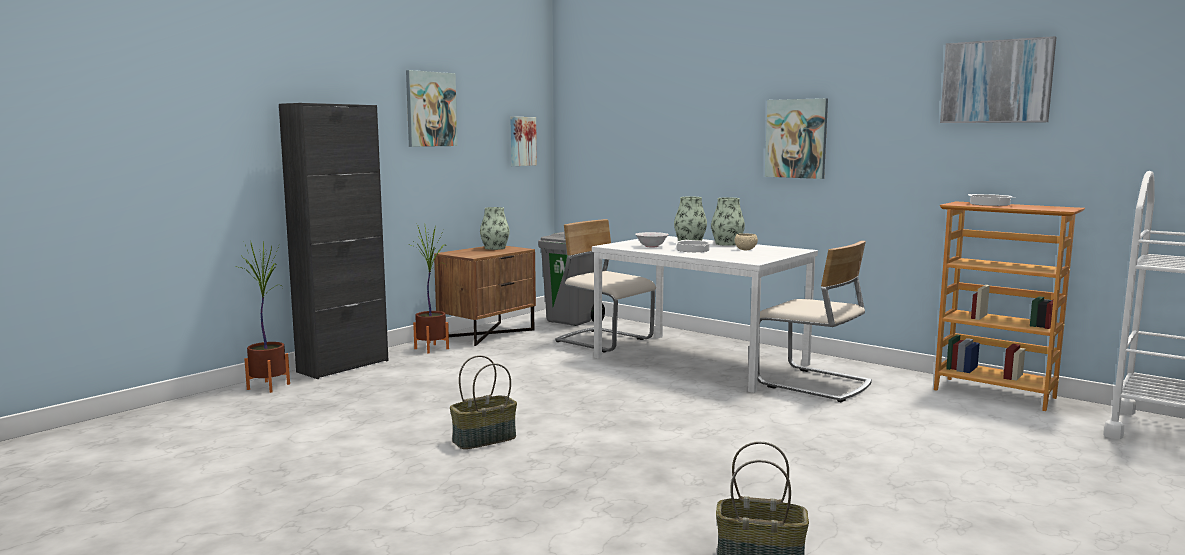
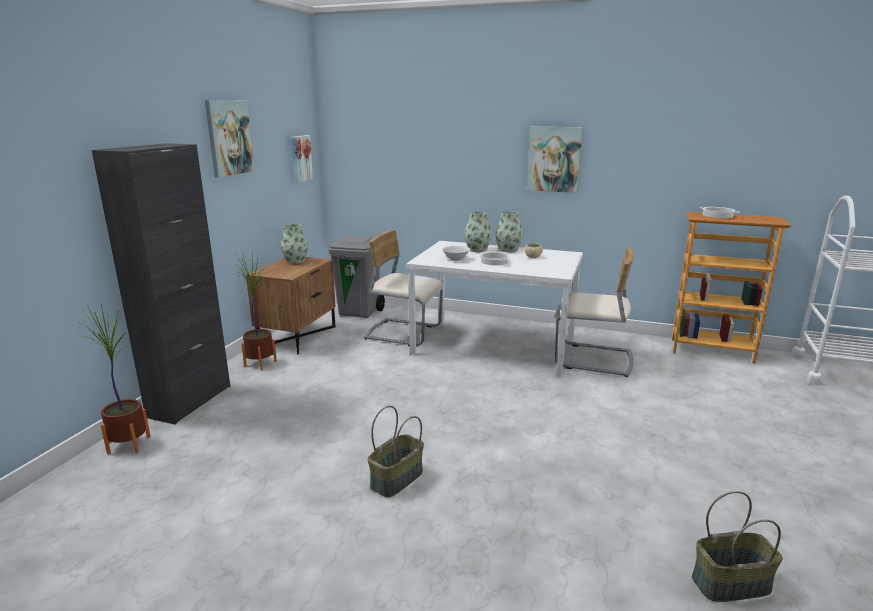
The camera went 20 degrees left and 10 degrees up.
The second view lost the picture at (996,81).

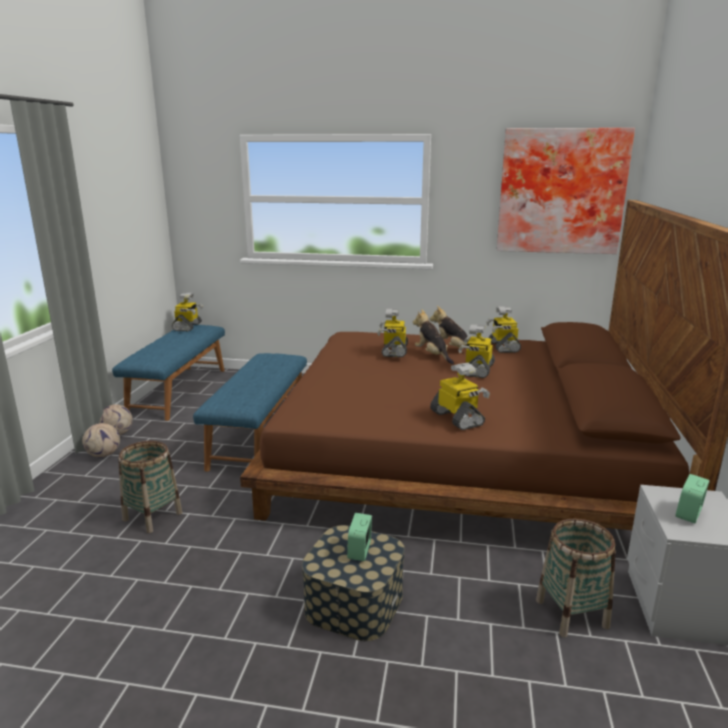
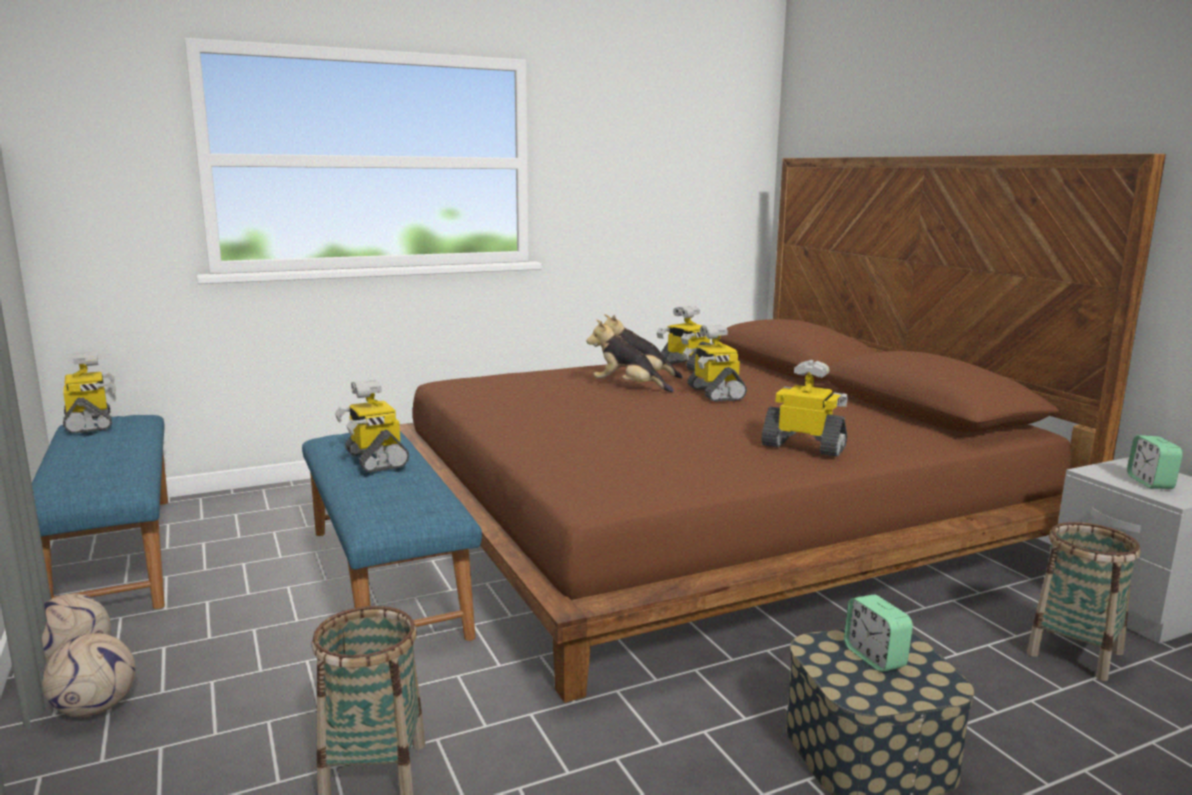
The camera went 35 degrees left and 5 degrees down.
The second view lost the picture at (561,191).
The toy robot ended up elsewhere, having gone from (394,351) to (374,459).

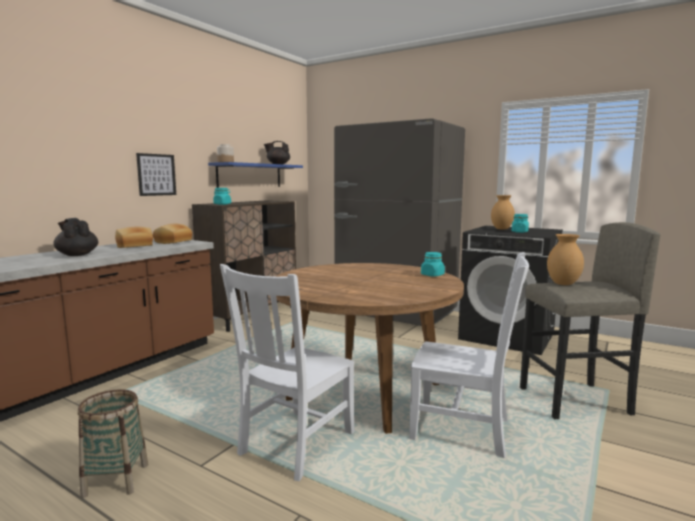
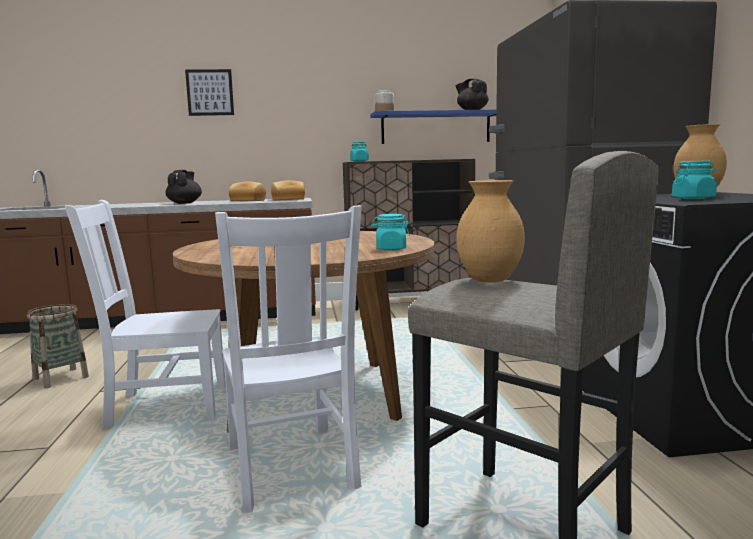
The camera went 50 degrees right and 0 degrees up.
The picture ended up elsewhere, having gone from (156,174) to (210,92).

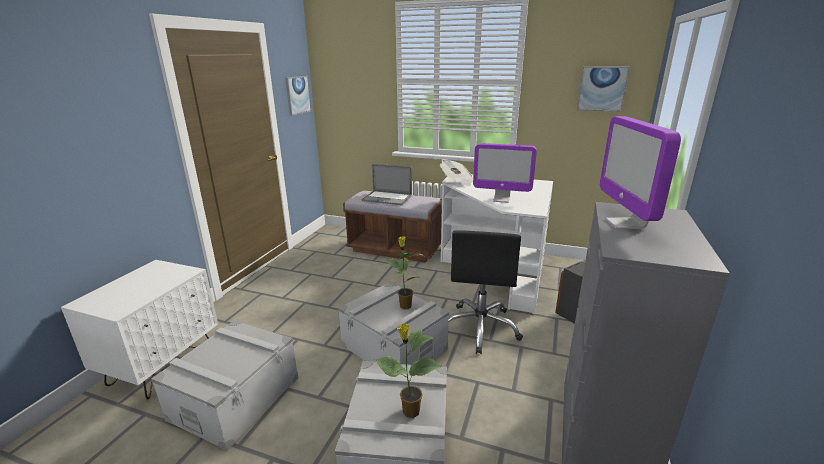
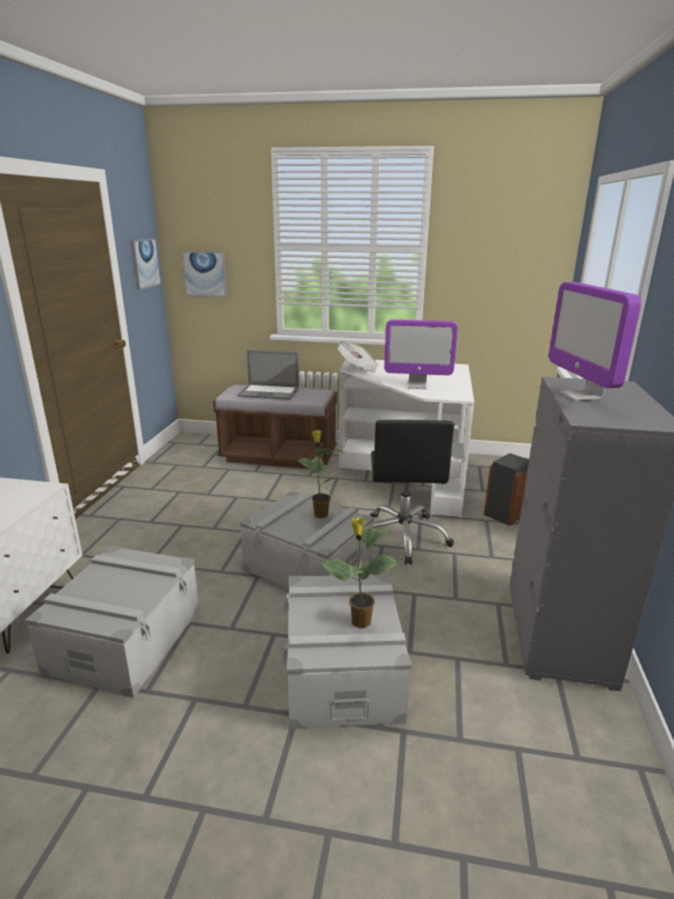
The camera went 10 degrees left and 0 degrees up.
The picture ended up elsewhere, having gone from (602,88) to (205,274).

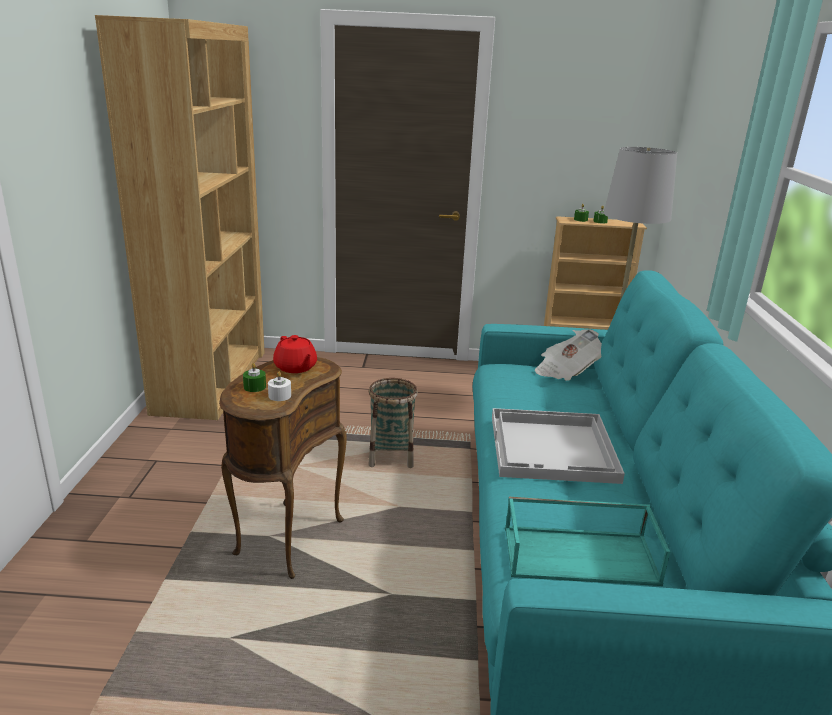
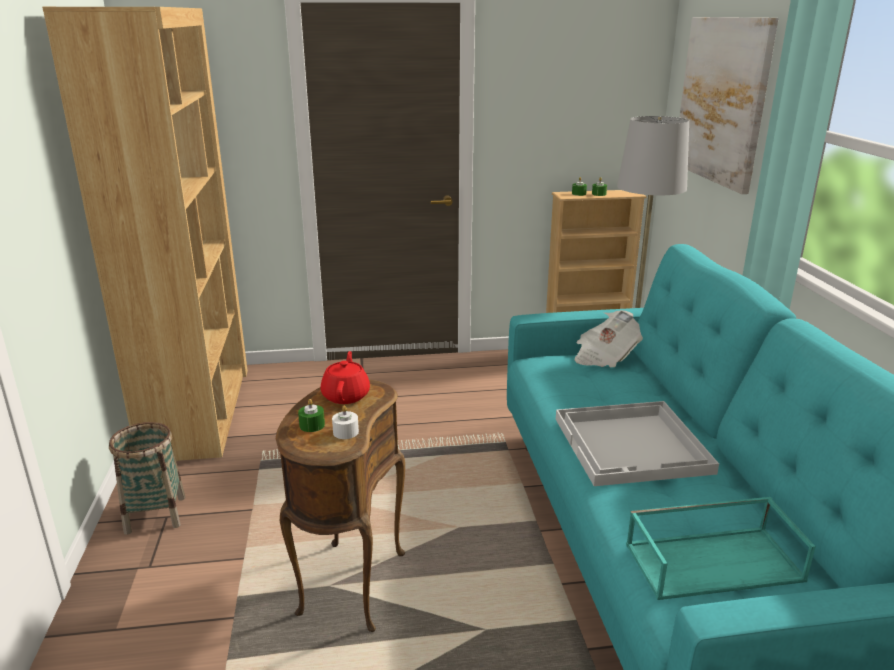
The camera went 10 degrees left and 0 degrees up.
The second view gained the picture at (722,100).
The basket ended up elsewhere, having gone from (391,456) to (156,514).
The red teapot at (295,367) ended up facing another way, 135 degrees counterclockwise from before.

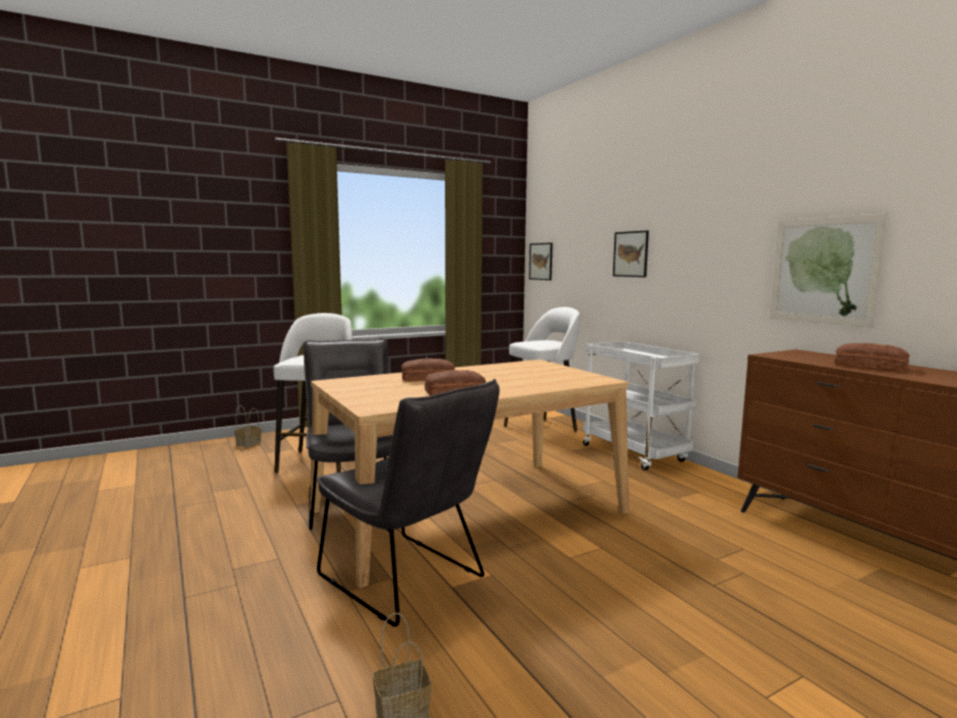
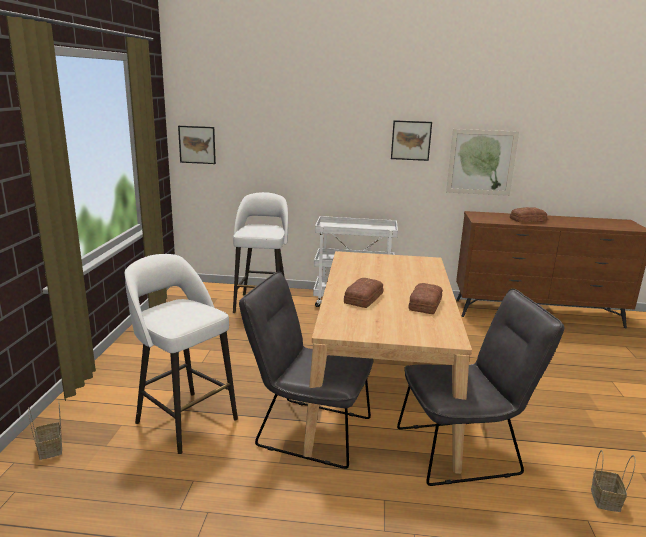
The camera went 55 degrees left and 10 degrees up.
The picture ended up elsewhere, having gone from (630,254) to (411,140).

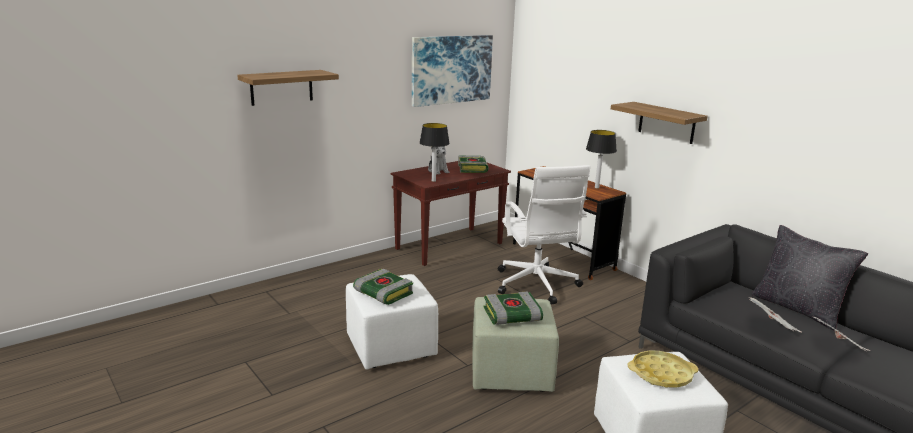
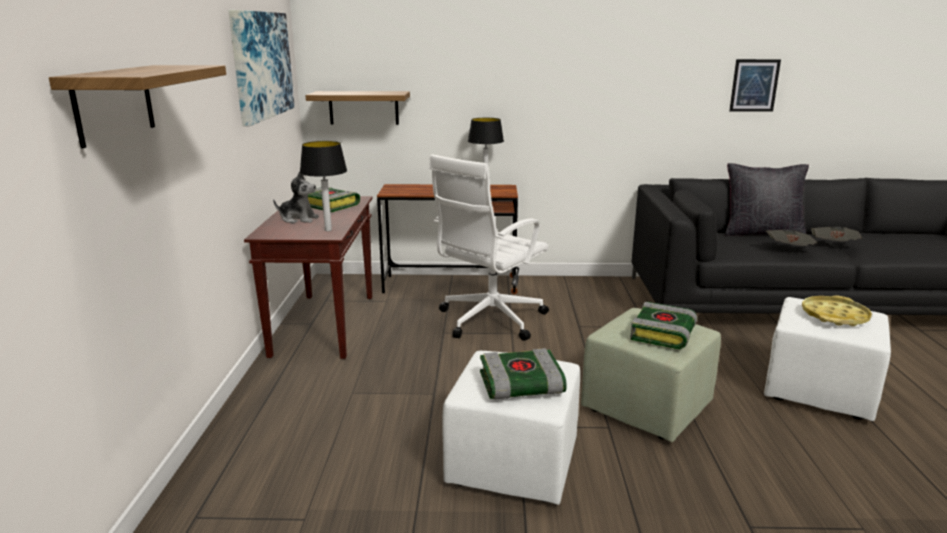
The camera went 50 degrees left and 0 degrees up.
The second view gained the picture at (754,85).
The shelf ended up elsewhere, having gone from (666,123) to (363,107).
The white office chair at (536,285) ended up facing another way, 105 degrees clockwise from before.

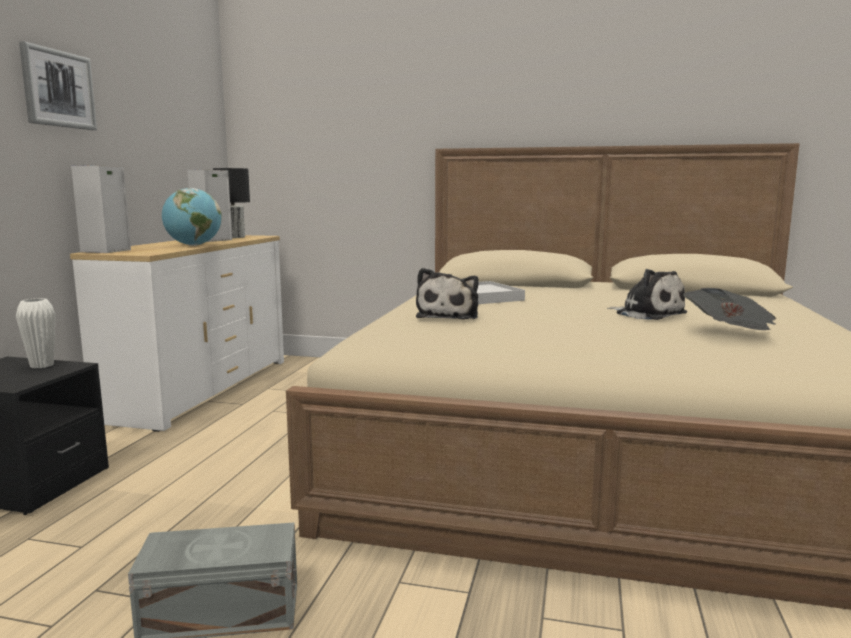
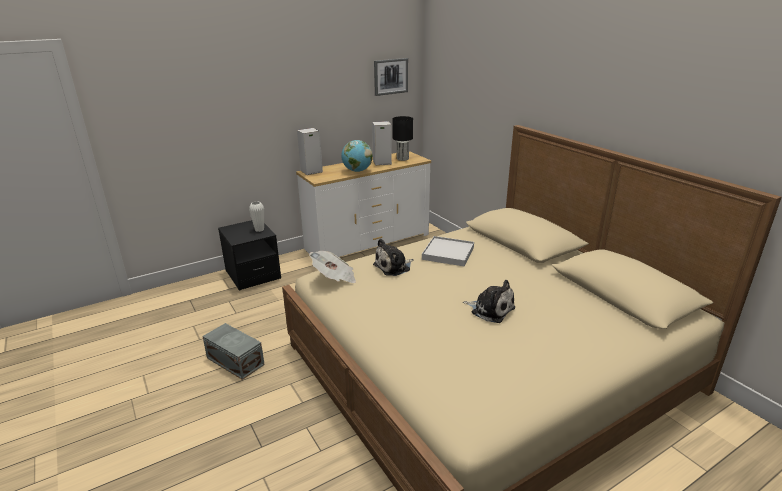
The camera went 45 degrees right and 15 degrees up.
The picture ended up elsewhere, having gone from (58,89) to (390,76).
The newspaper ended up elsewhere, having gone from (730,334) to (334,278).
The plush toy at (647,314) ended up facing another way, 60 degrees counterclockwise from before.

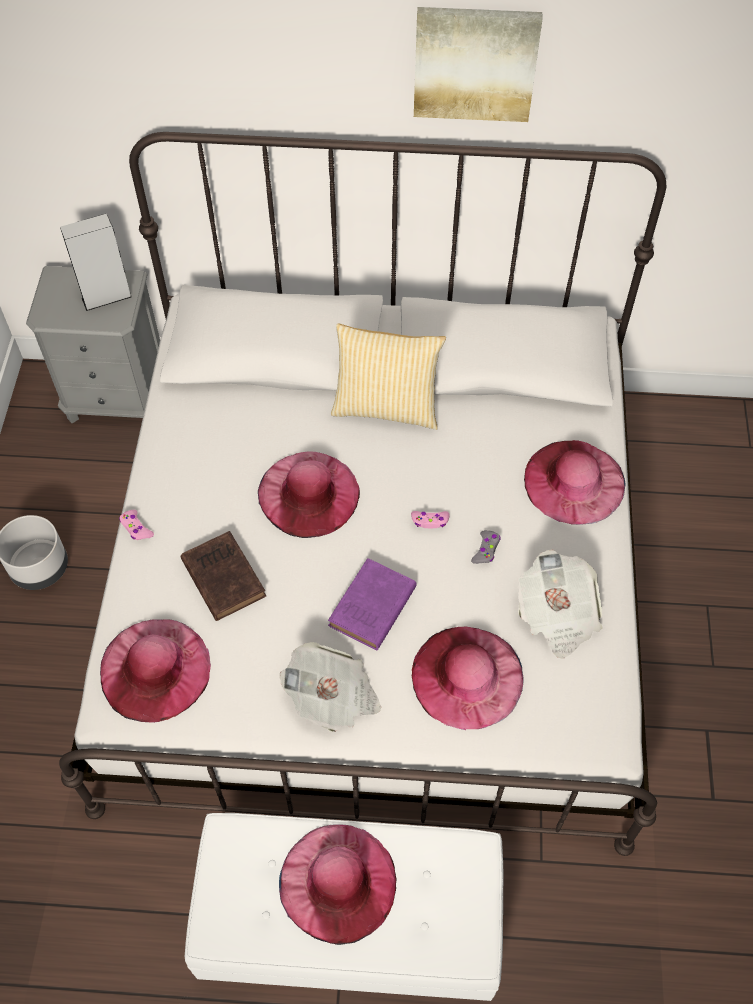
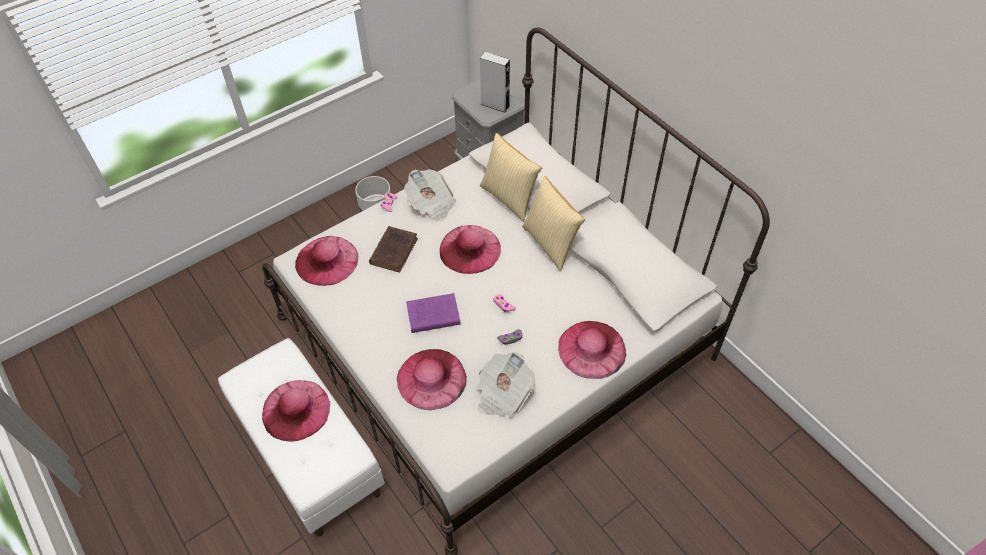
The camera went 50 degrees right and 5 degrees down.
The second view lost the picture at (475,63).
The second view gained the pillow at (510,198).
The newspaper ended up elsewhere, having gone from (333,697) to (431,204).

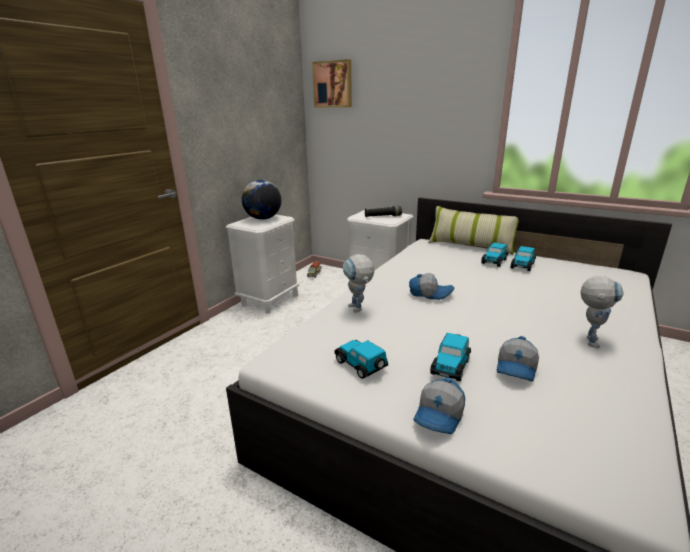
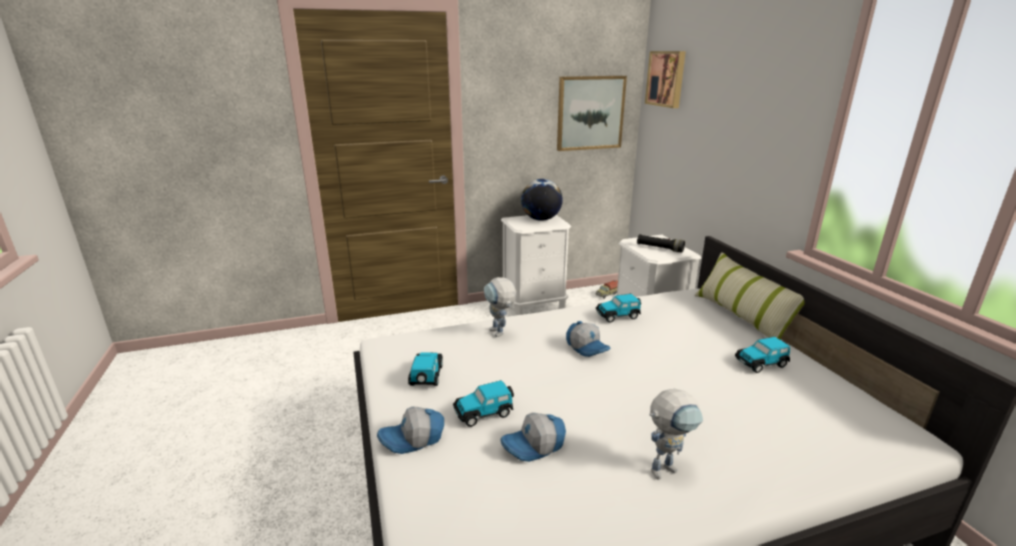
The camera went 40 degrees right and 0 degrees up.
The second view gained the picture at (590,113).
The toy car ended up elsewhere, having gone from (494,261) to (618,315).
The toy robot at (358,310) ended up facing another way, 45 degrees counterclockwise from before.

